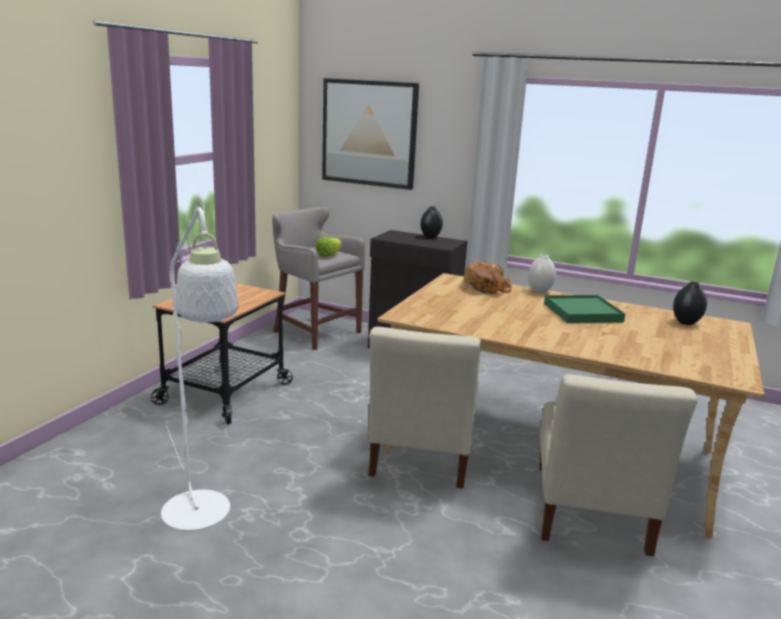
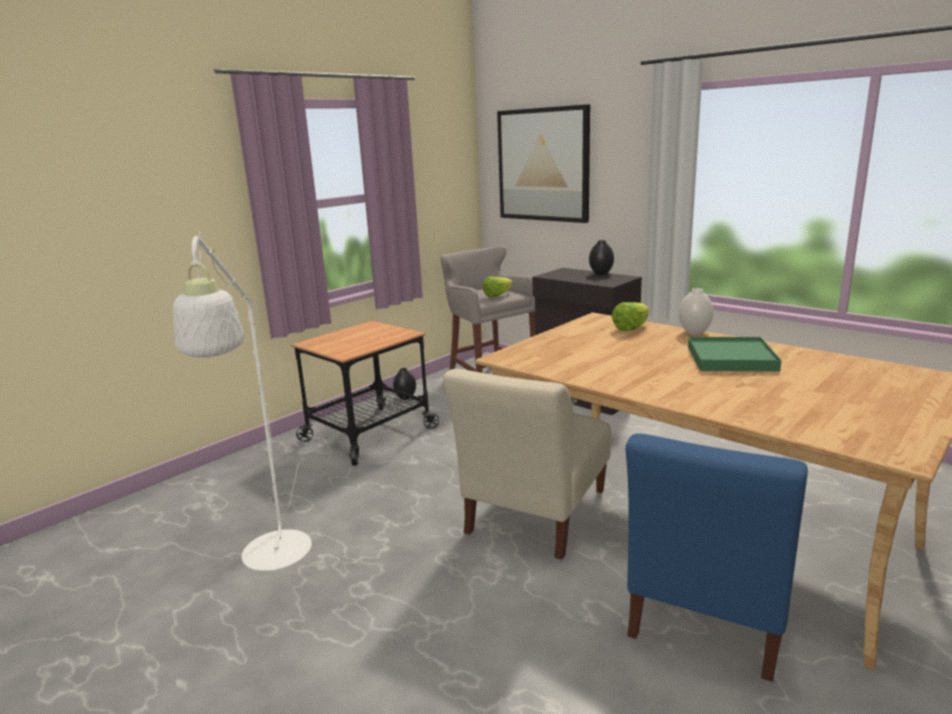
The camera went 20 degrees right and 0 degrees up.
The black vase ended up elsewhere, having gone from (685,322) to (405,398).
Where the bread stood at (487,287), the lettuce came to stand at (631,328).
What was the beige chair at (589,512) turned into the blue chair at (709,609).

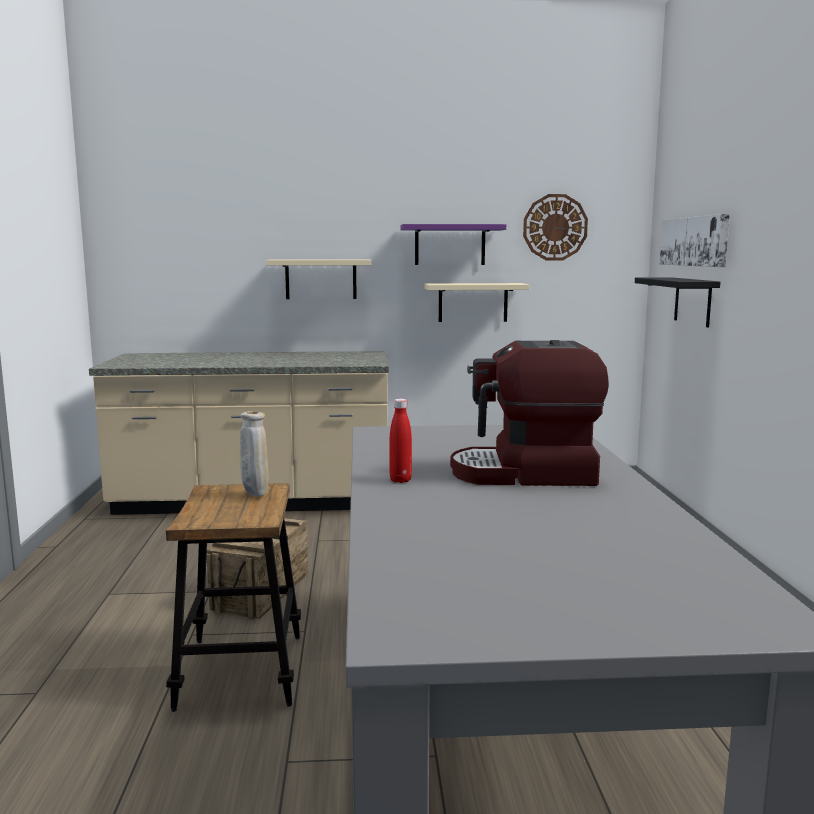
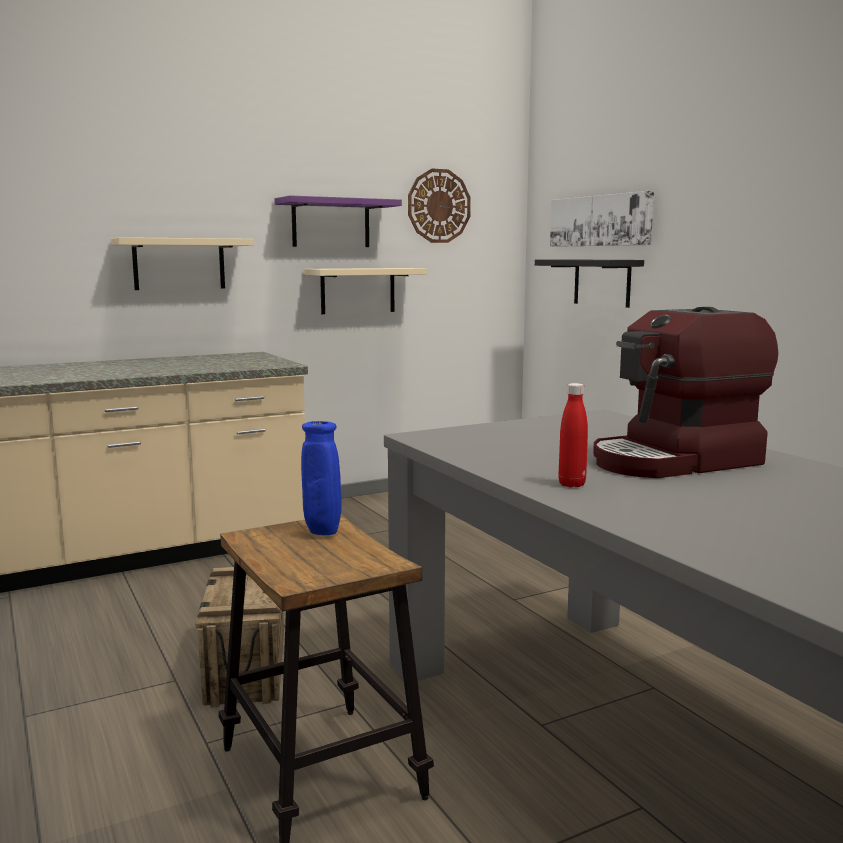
The camera went 25 degrees left and 0 degrees up.
What was the beige vase at (255,495) turned into the blue vase at (322,534).

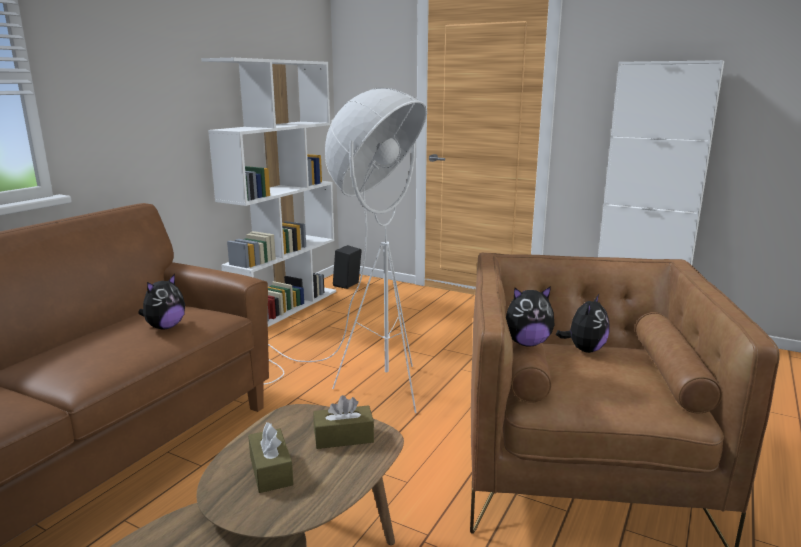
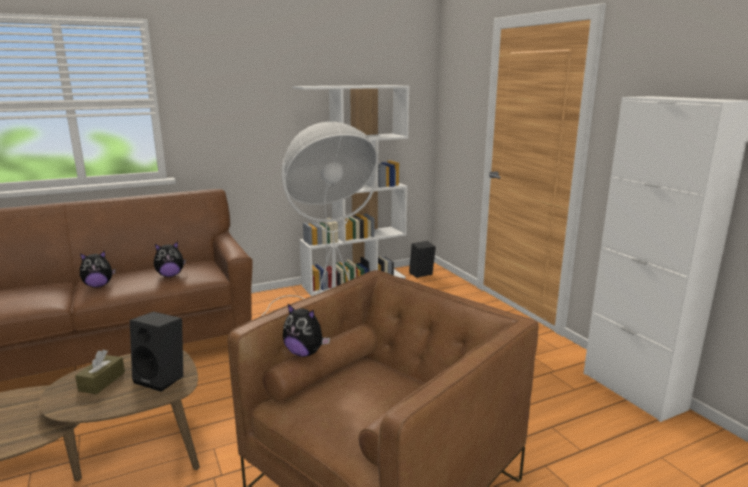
The camera went 35 degrees right and 0 degrees up.
The plush toy ended up elsewhere, having gone from (584,349) to (98,285).
Where the brown tissue box stood at (343,437), the black speaker came to stand at (163,378).

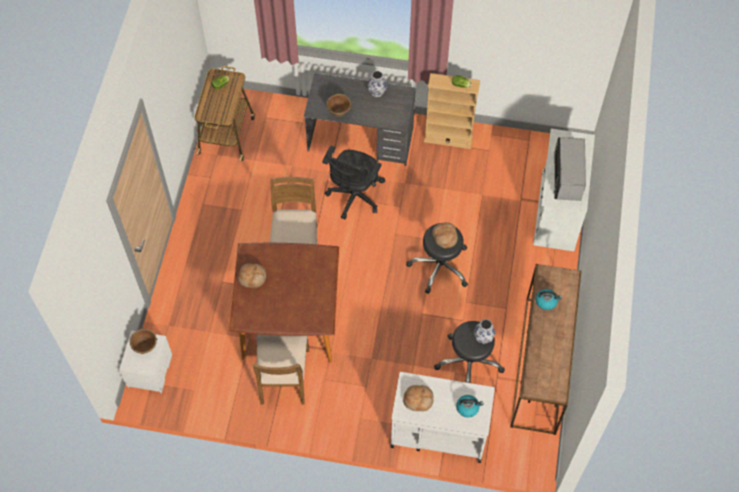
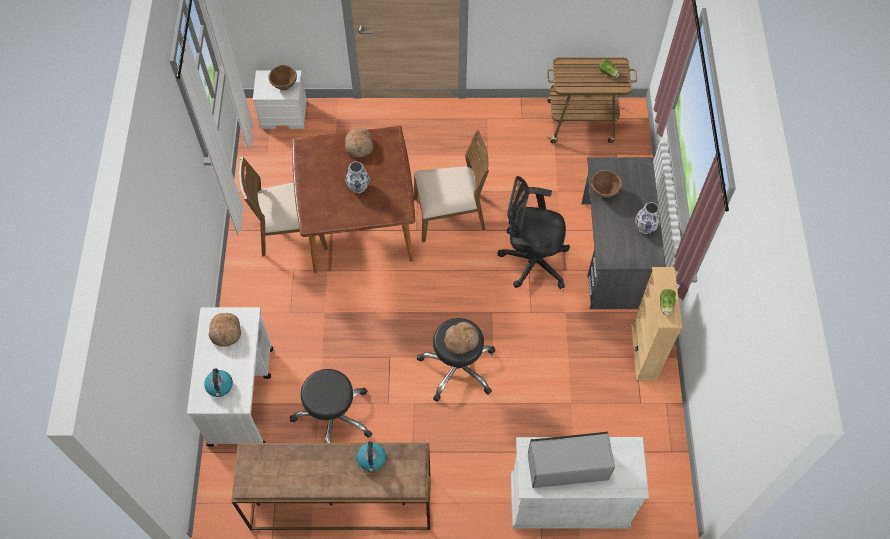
The camera went 80 degrees right and 0 degrees up.
The vase ended up elsewhere, having gone from (483,338) to (358,187).

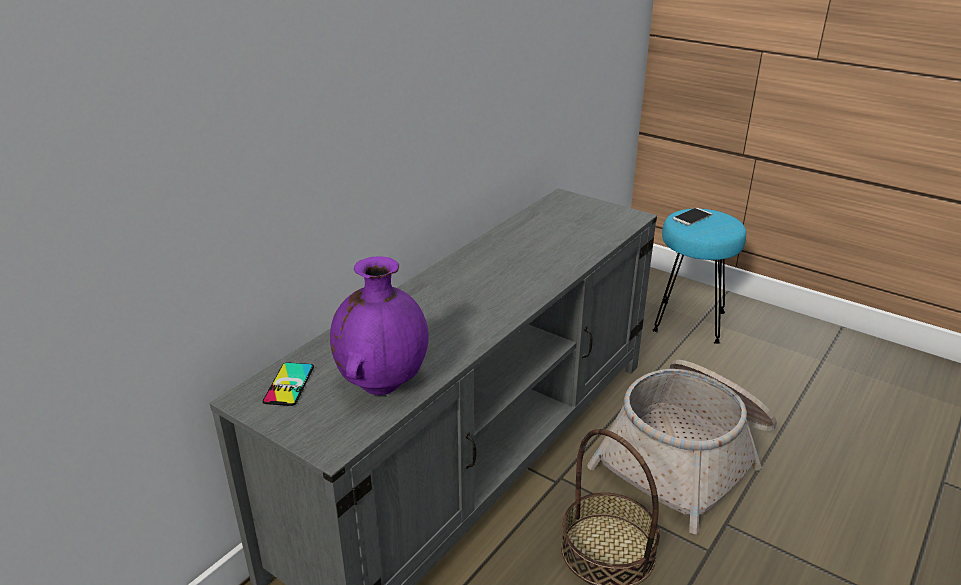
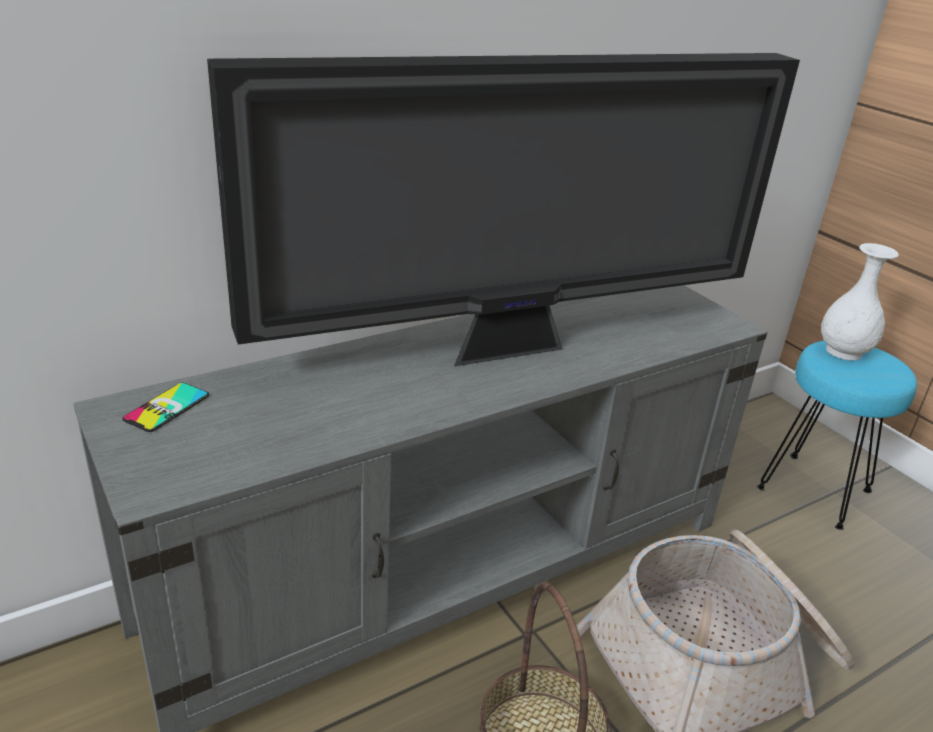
The camera went 20 degrees right and 0 degrees up.
The second view lost the purple vase at (383,383).
The second view gained the television at (510,348).
Where the phone stood at (692,217), the white vase came to stand at (844,352).

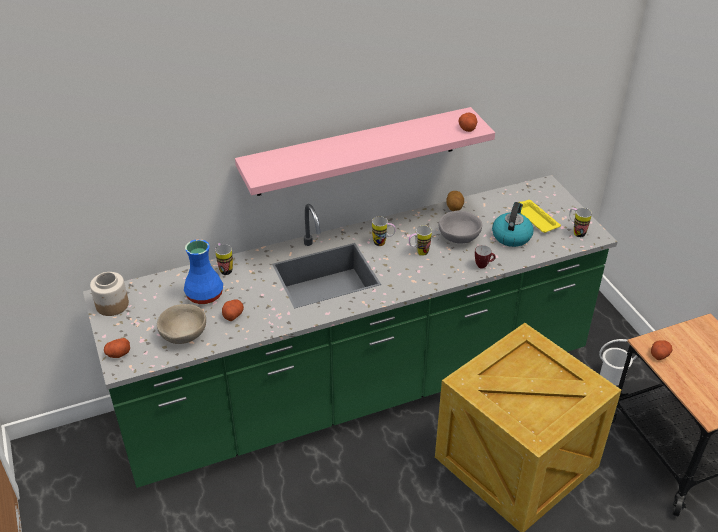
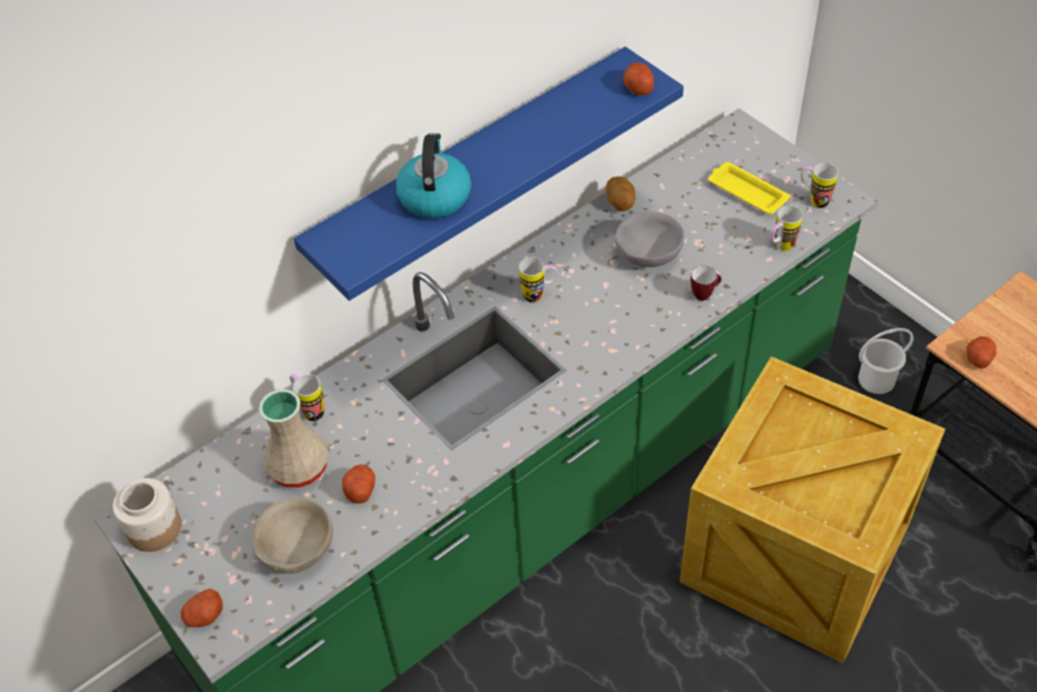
The camera went 15 degrees left and 10 degrees up.
The mug ended up elsewhere, having gone from (418,253) to (780,247).
The kettle ended up elsewhere, having gone from (511,236) to (434,196).
What was the blue vase at (204,295) turned into the beige vase at (297,466).
What was the pink shelf at (357,151) turned into the blue shelf at (472,166).

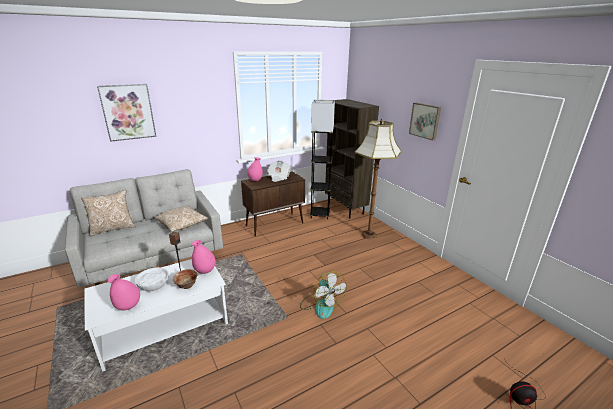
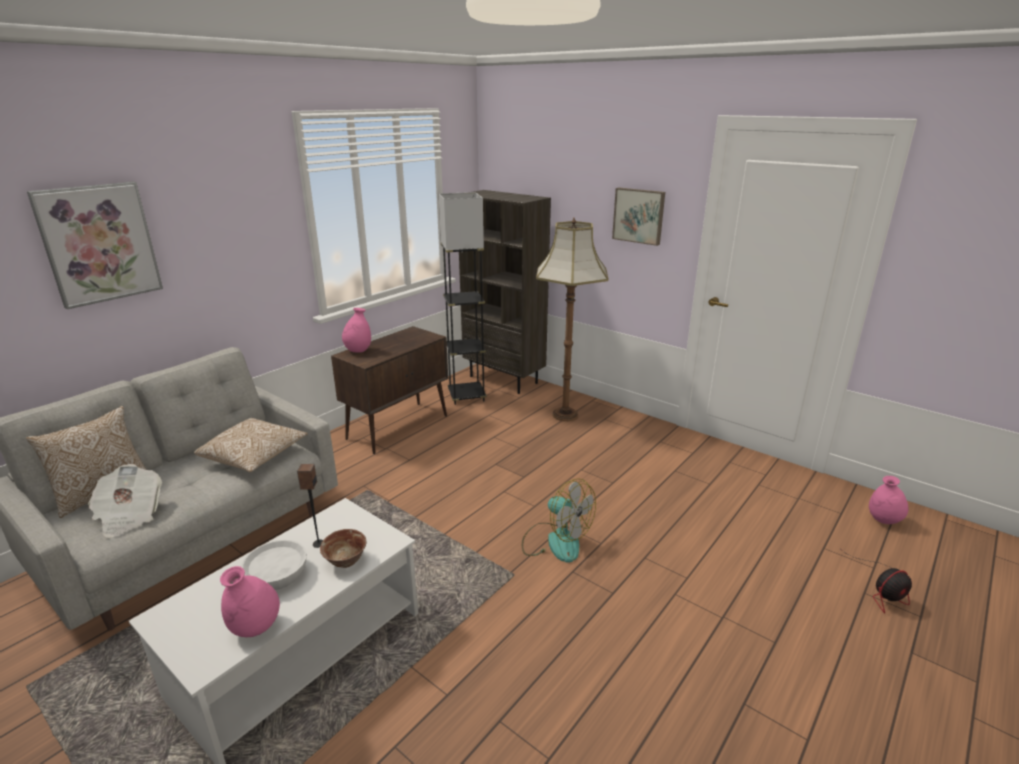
The camera went 20 degrees left and 0 degrees up.
The pink vase ended up elsewhere, having gone from (205,271) to (883,520).
The newspaper ended up elsewhere, having gone from (278,177) to (129,515).

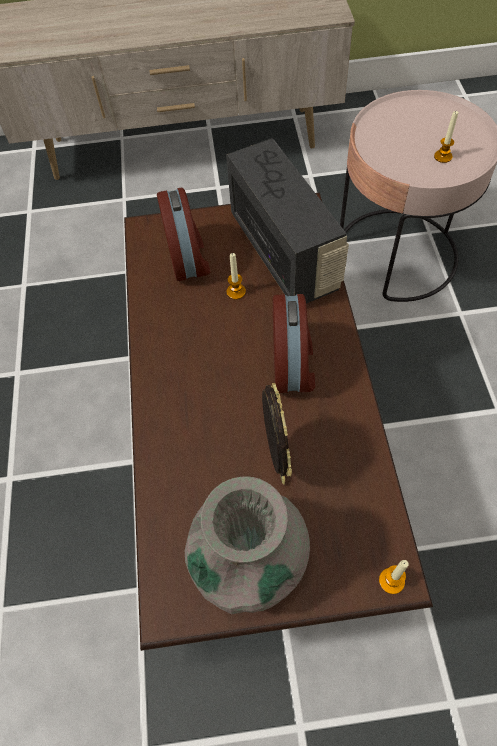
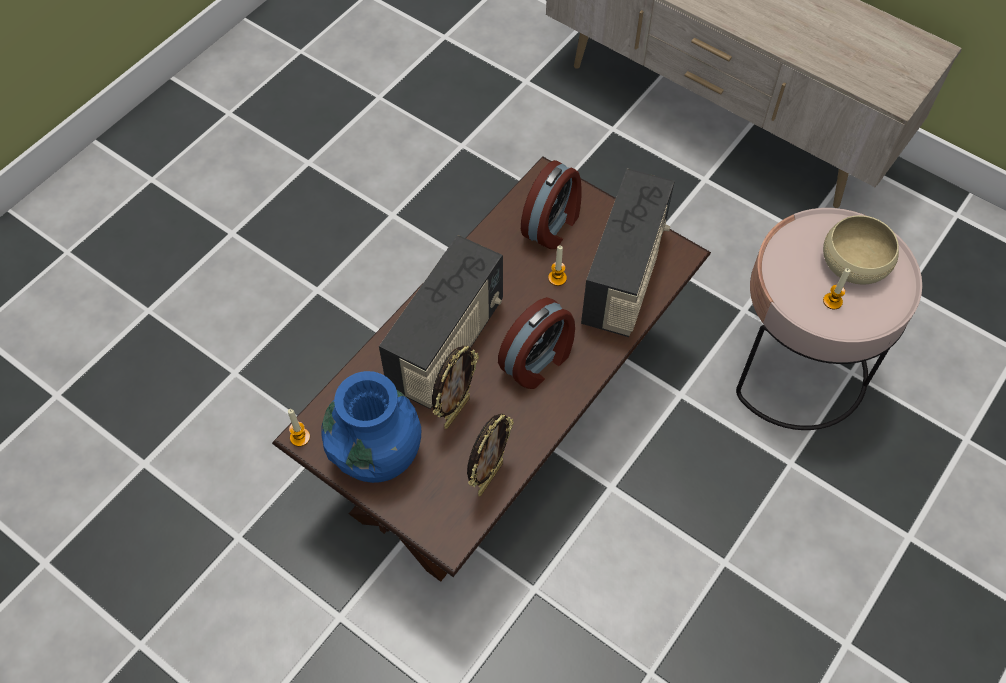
The camera went 40 degrees right and 0 degrees up.
The second view gained the radio at (447,346).
The second view gained the picture frame at (489,477).
The second view gained the beige bowl at (854,262).
The candle ended up elsewhere, having gone from (391,581) to (300,437).
What was the grey vase at (250,561) turned into the blue vase at (377,452).

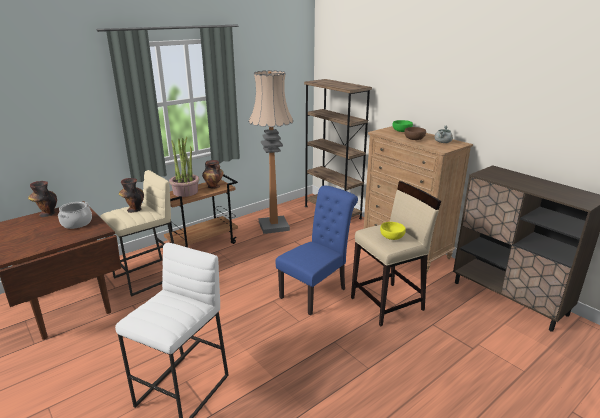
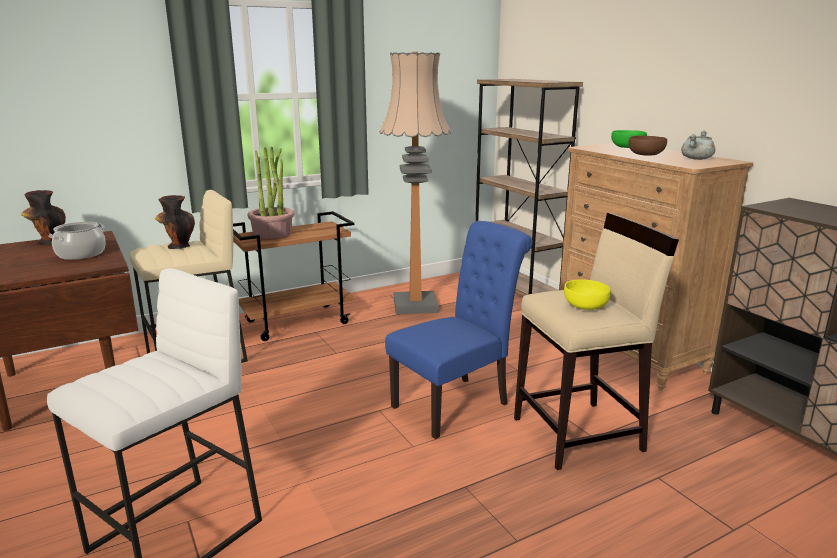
The camera went 10 degrees right and 5 degrees down.
The second view lost the vase at (214,187).

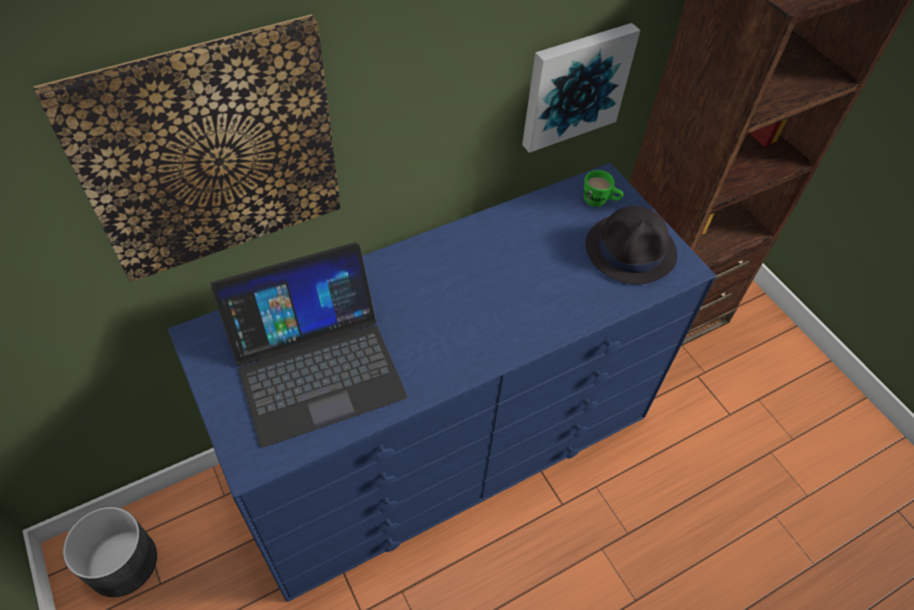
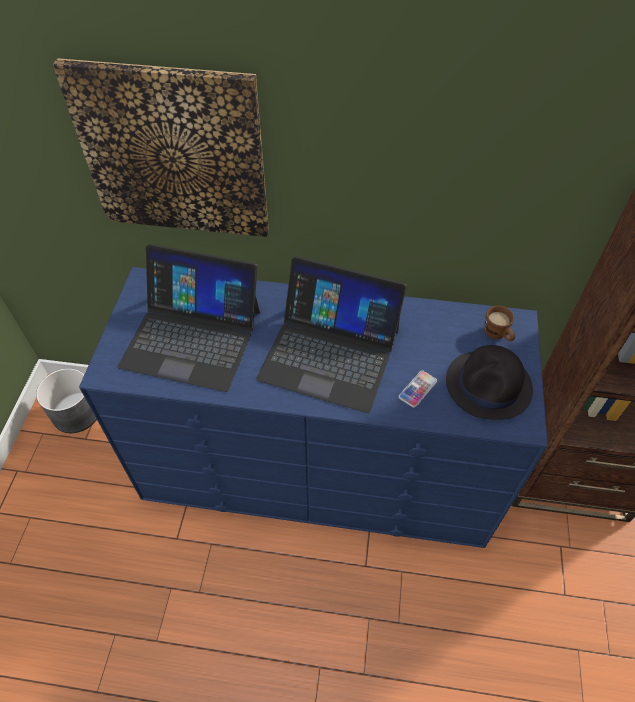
The camera went 40 degrees right and 0 degrees up.
The second view lost the picture at (575,85).
The second view gained the laptop at (330,353).
The second view gained the phone at (417,389).
What was the green mug at (599,202) turned into the brown mug at (497,336).

